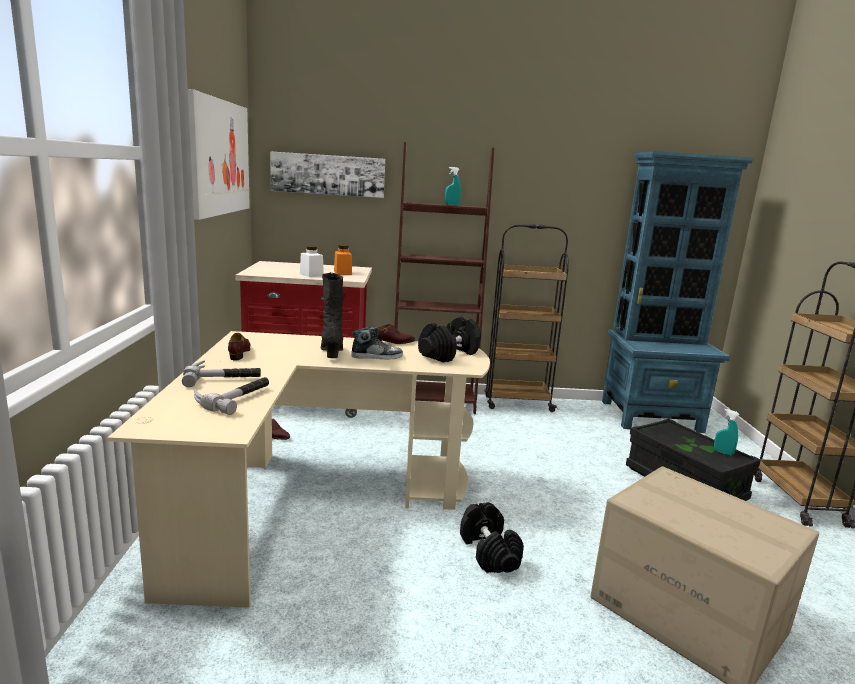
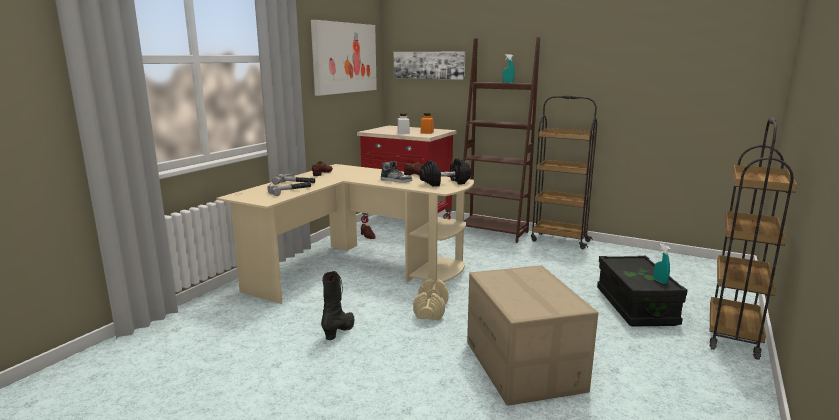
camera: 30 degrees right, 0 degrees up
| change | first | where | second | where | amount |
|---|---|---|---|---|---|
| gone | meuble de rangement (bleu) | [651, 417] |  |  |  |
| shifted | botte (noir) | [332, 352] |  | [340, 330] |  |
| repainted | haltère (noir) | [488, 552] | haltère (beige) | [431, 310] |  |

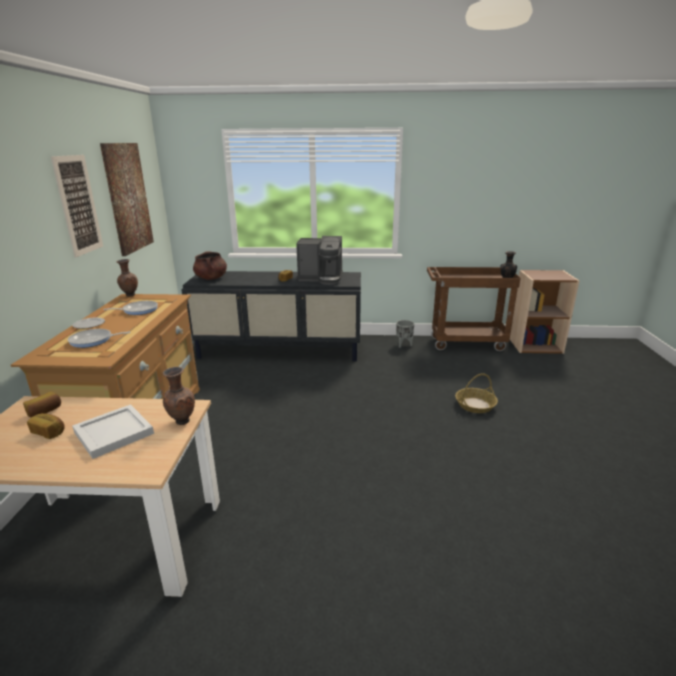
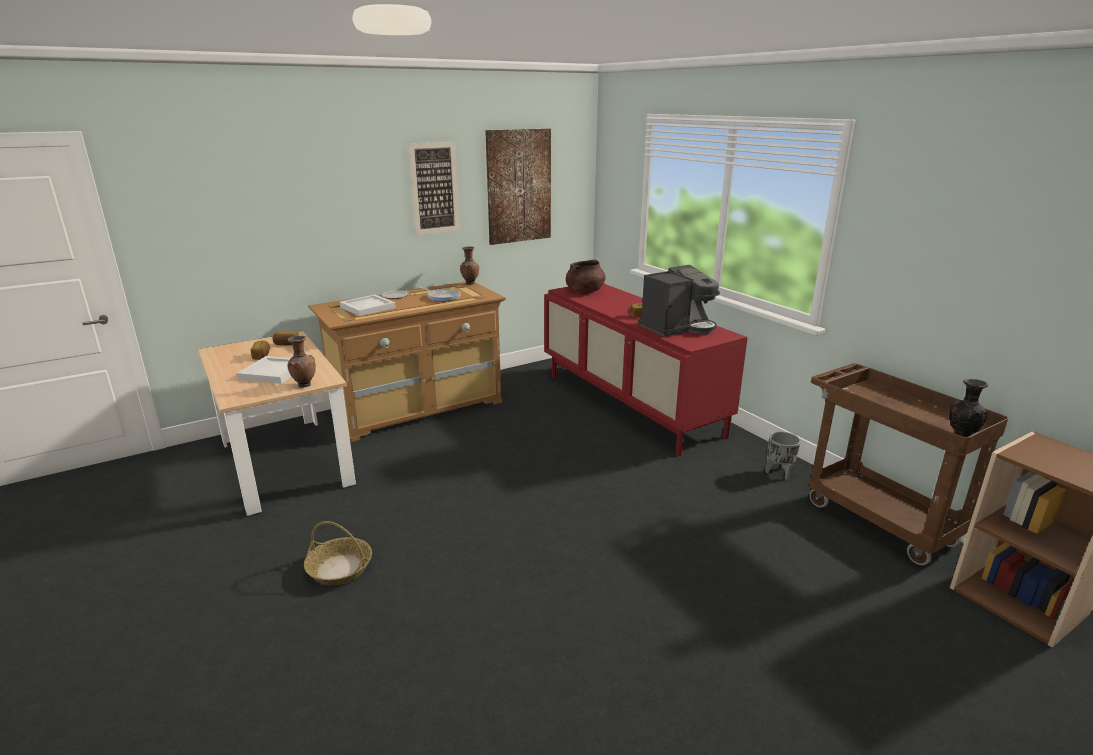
camera: 55 degrees right, 0 degrees up
| change | first | where | second | where | amount |
|---|---|---|---|---|---|
| rotated | machine à café | [321, 278] |  | [678, 327] | 90 degrees counterclockwise |
| repainted | meuble de rangement (noir) | [279, 350] | meuble de rangement (rouge) | [629, 405] |  |
| swapped | poêle | [93, 340] | plateau (blanc) | [367, 307] |  |
| shifted | panier | [475, 405] |  | [340, 568] |  |

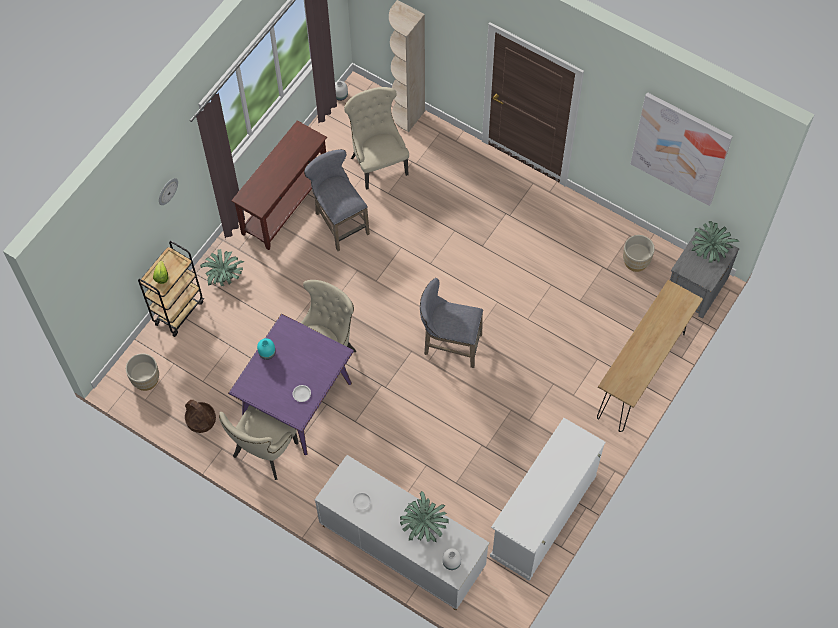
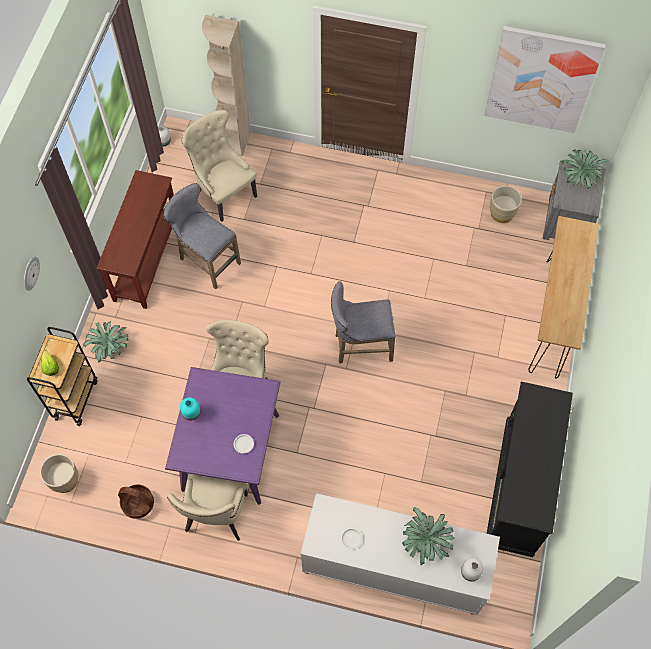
camera: 20 degrees left, 0 degrees up
| change | first | where | second | where | amount |
|---|---|---|---|---|---|
| repainted | meuble de rangement (blanc) | [543, 516] | meuble de rangement (noir) | [519, 486] |  |

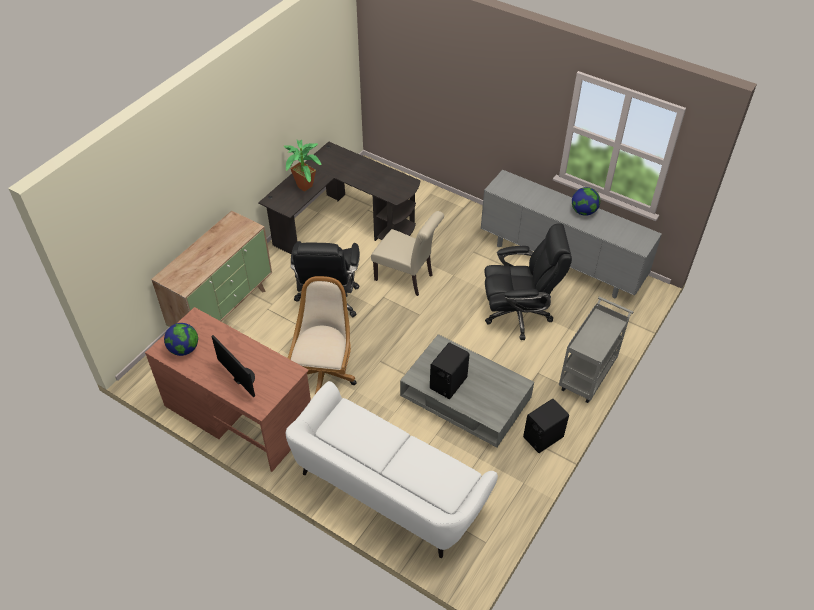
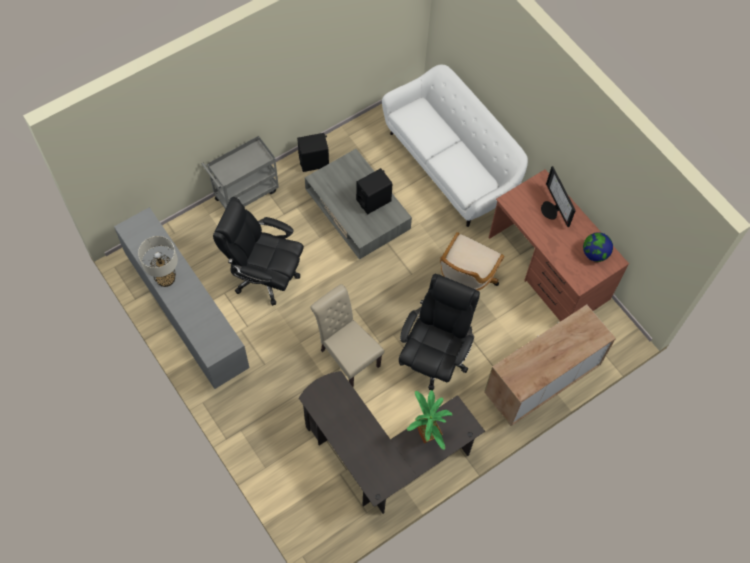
camera: 160 degrees left, 15 degrees up
| change | first | where | second | where | amount |
|---|---|---|---|---|---|
| swapped | globe | [583, 211] | lampe de table | [165, 278] |  |

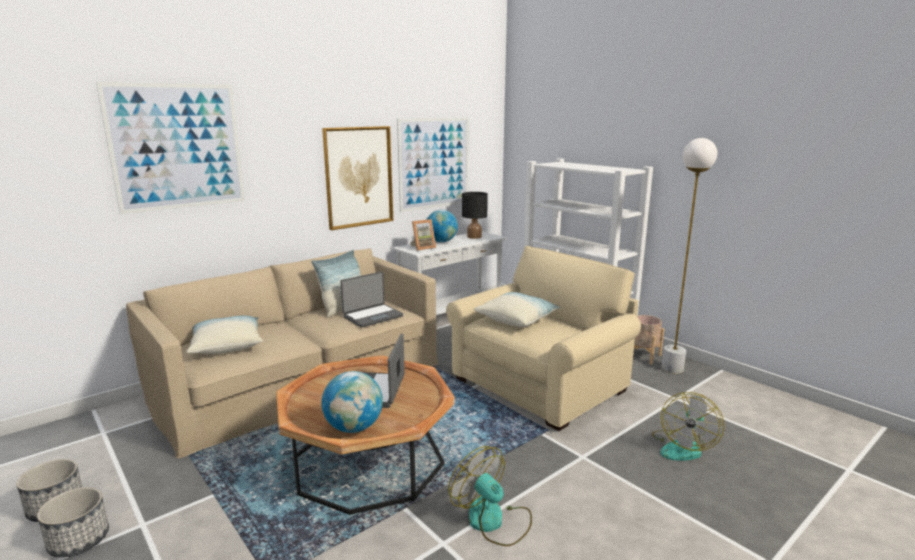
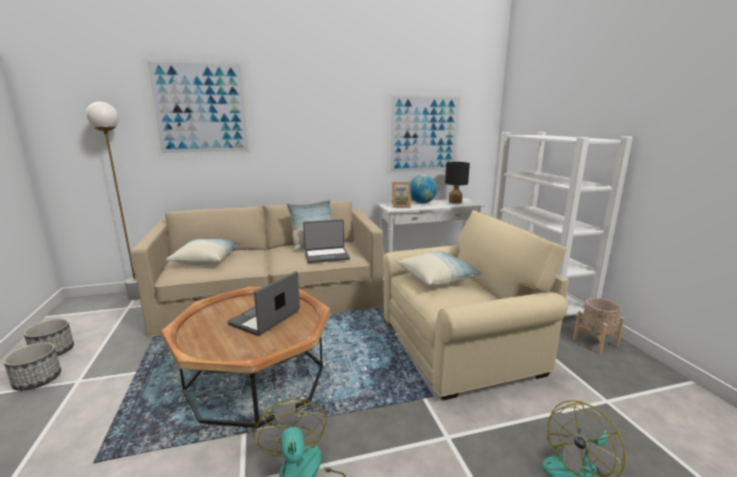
camera: 25 degrees right, 0 degrees up
| change | first | where | second | where | amount |
|---|---|---|---|---|---|
| gone | tableau | [358, 177] |  |  |  |
| shifted | lampadaire (blanc) | [672, 369] |  | [138, 296] |  |
| gone | globe | [354, 428] |  |  |  |

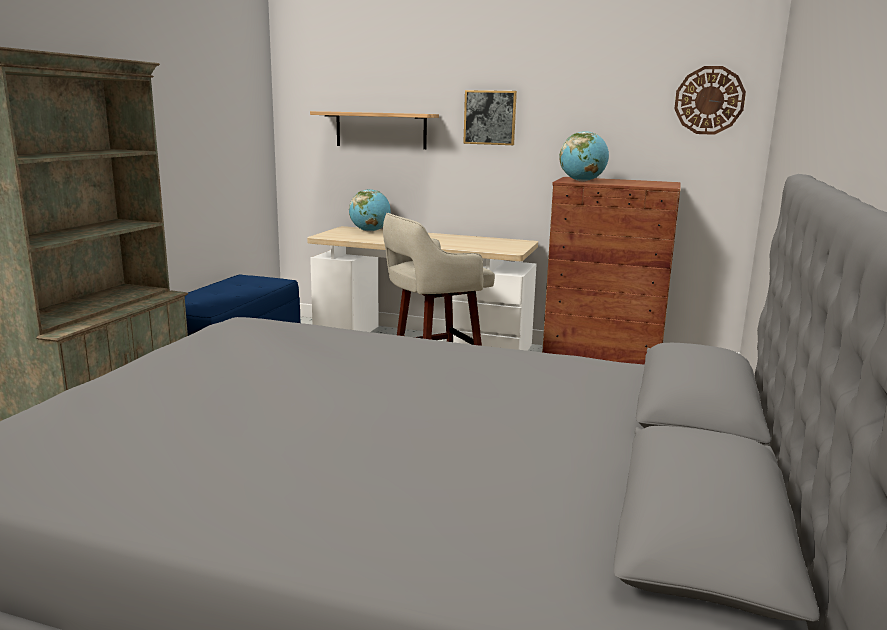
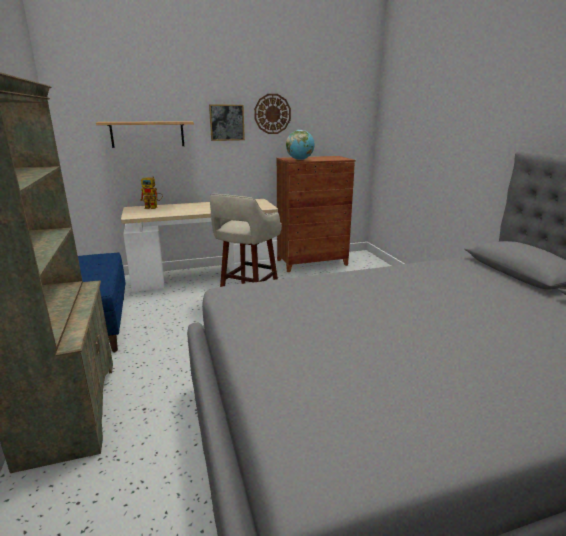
camera: 35 degrees left, 5 degrees up
| change | first | where | second | where | amount |
|---|---|---|---|---|---|
| shifted | horloge murale | [709, 100] |  | [272, 114] |  |
| swapped | globe | [370, 231] | robot jouet | [154, 207] |  |

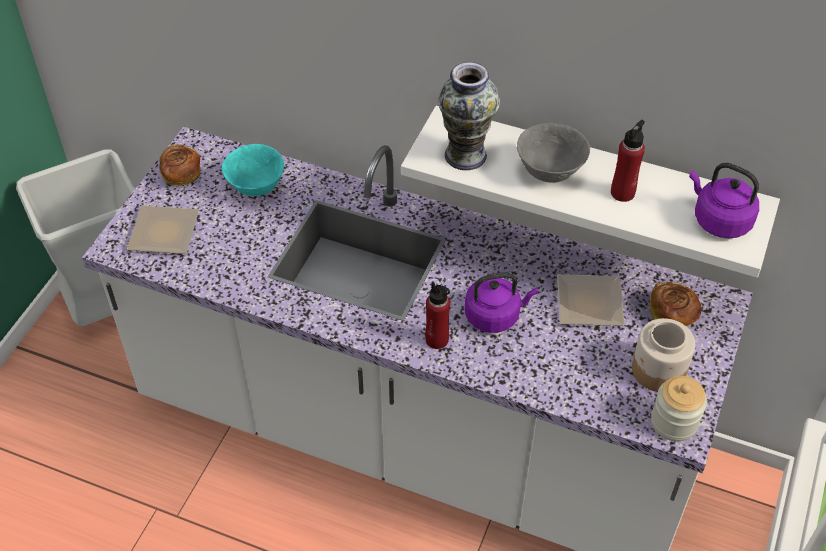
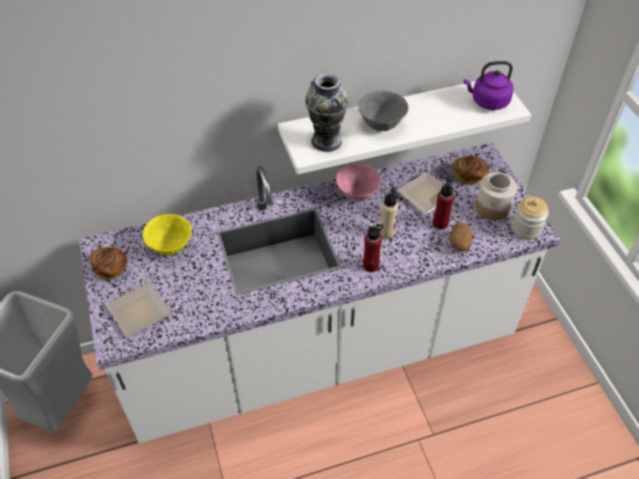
camera: 40 degrees left, 0 degrees up
| change | first | where | second | where | amount |
|---|---|---|---|---|---|
| shifted | bouteille (rouge) | [622, 193] |  | [440, 223] |  |
| repainted | bol (turquoise) | [256, 188] | bol (jaune) | [171, 247] |  |
| swapped | bouilloire (violet) | [495, 316] | bouteille (beige) | [386, 232] |  |
| new |  |  | bol (rose) | [357, 195] |  |
| new |  |  | pomme de terre | [459, 244] |  |

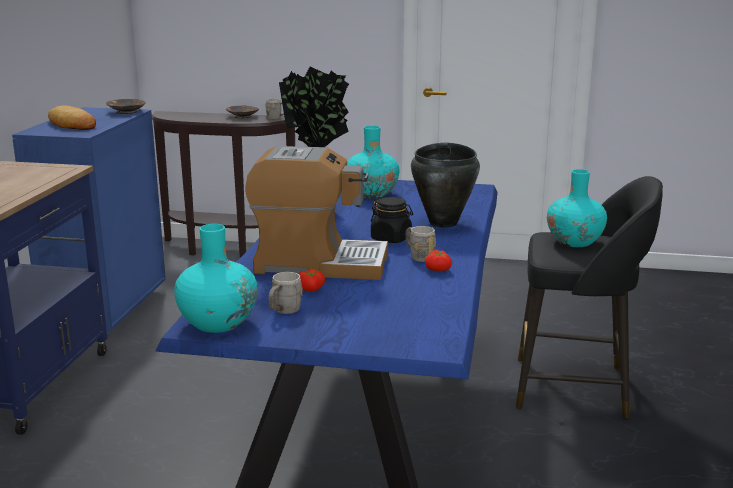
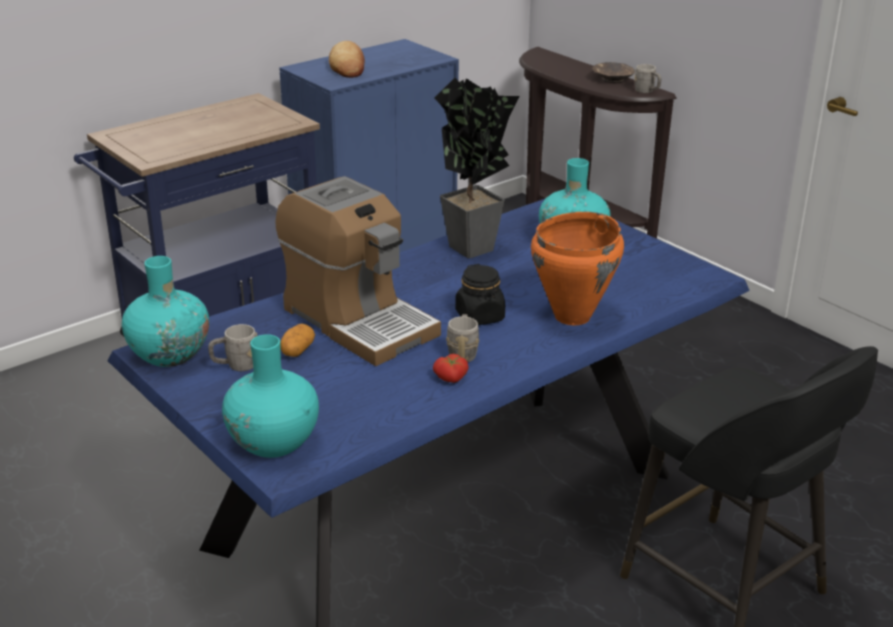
camera: 40 degrees right, 10 degrees up
| change | first | where | second | where | amount |
|---|---|---|---|---|---|
| gone | bol (marron) | [126, 112] |  |  |  |
| repainted | marmite (noir) | [444, 223] | marmite (orange) | [573, 316] |  |
| shifted | vase (turquoise) | [574, 242] |  | [273, 442] |  |
| swapped | tomate | [310, 290] | pomme de terre | [297, 350] |  |

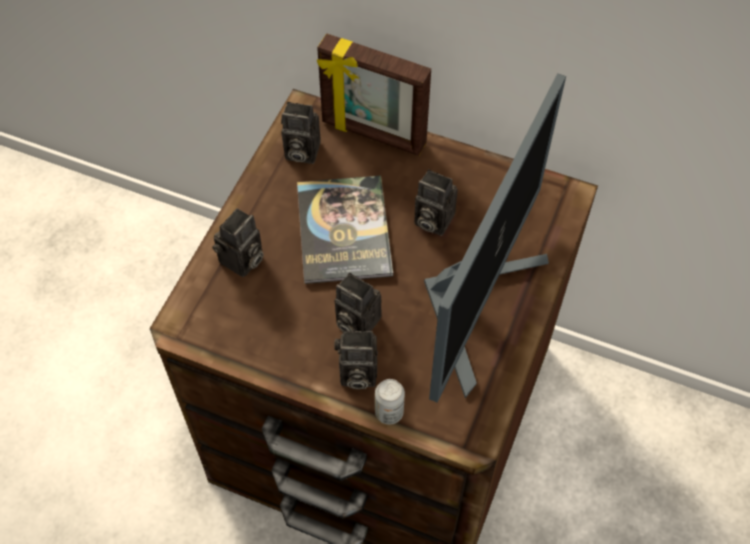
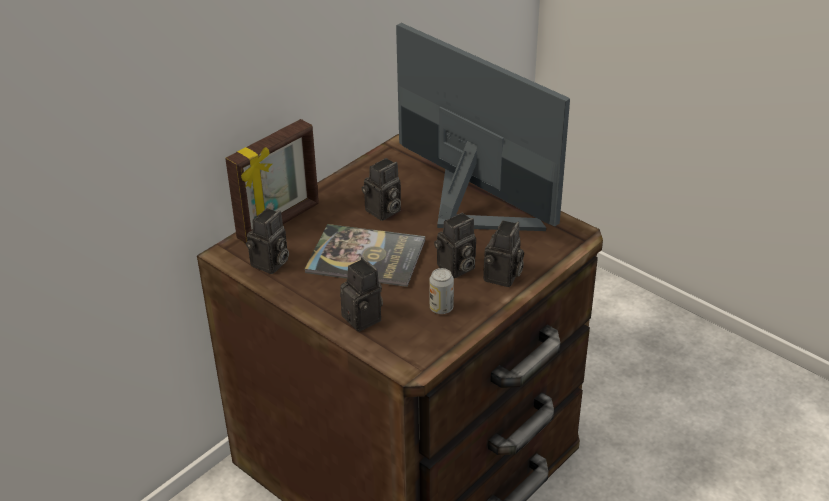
camera: 70 degrees left, 20 degrees down
| change | first | where | second | where | amount |
|---|---|---|---|---|---|
| shifted | boîte métallique | [389, 412] |  | [441, 308] |  |

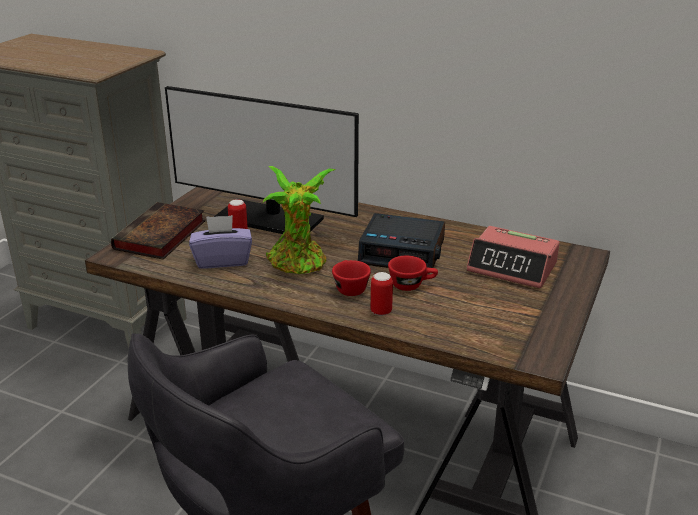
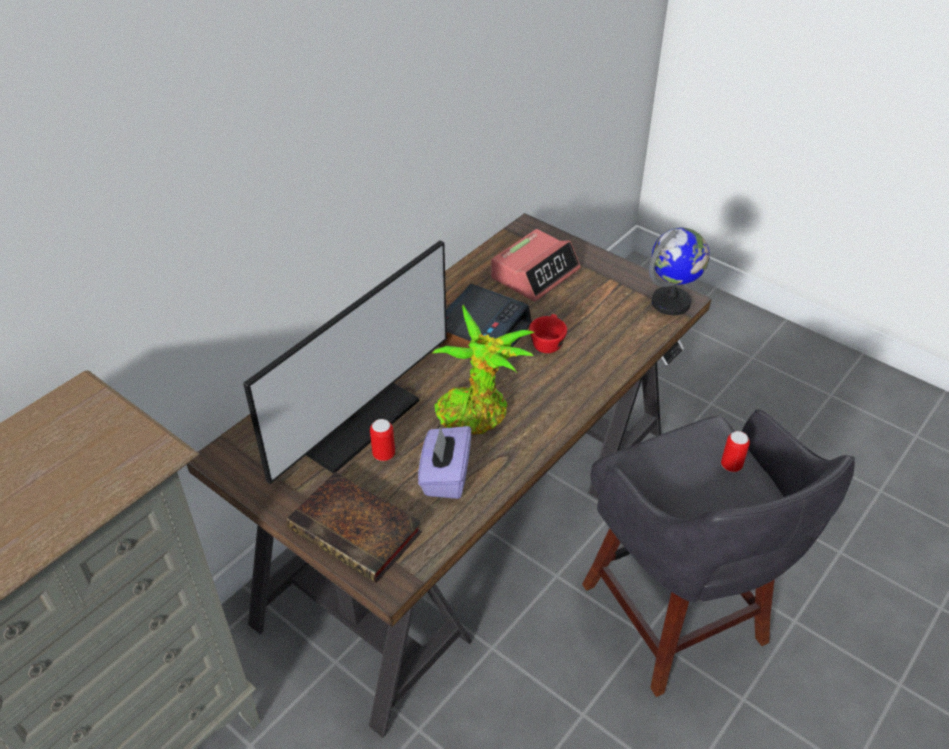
camera: 75 degrees left, 15 degrees up
| change | first | where | second | where | amount |
|---|---|---|---|---|---|
| gone | tasse (rouge) | [349, 287] |  |  |  |
| shifted | boîte métallique | [381, 311] |  | [731, 465] |  |
| new |  |  | globe | [671, 303] |  |

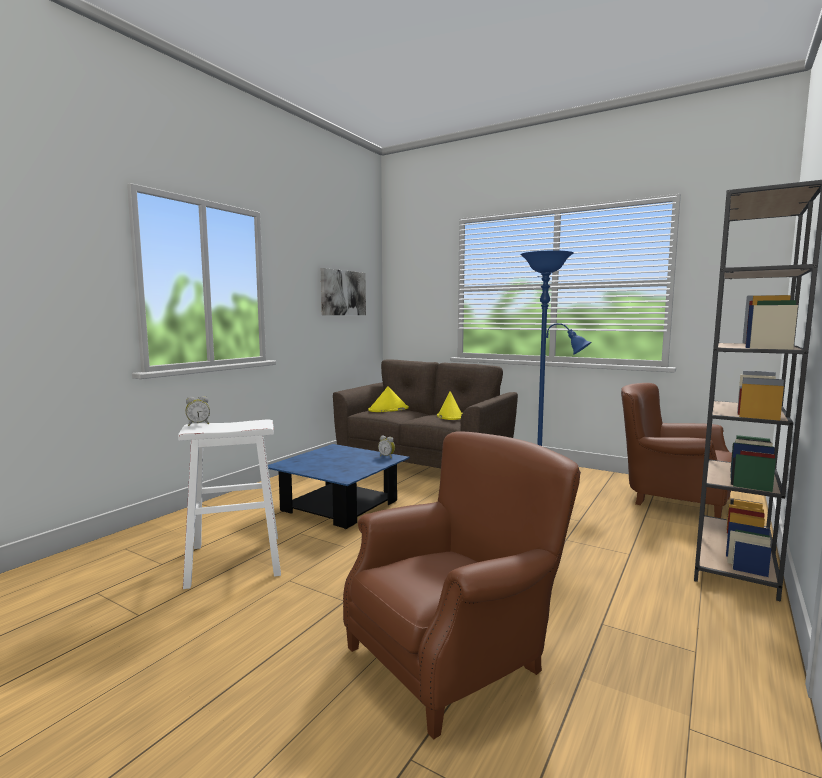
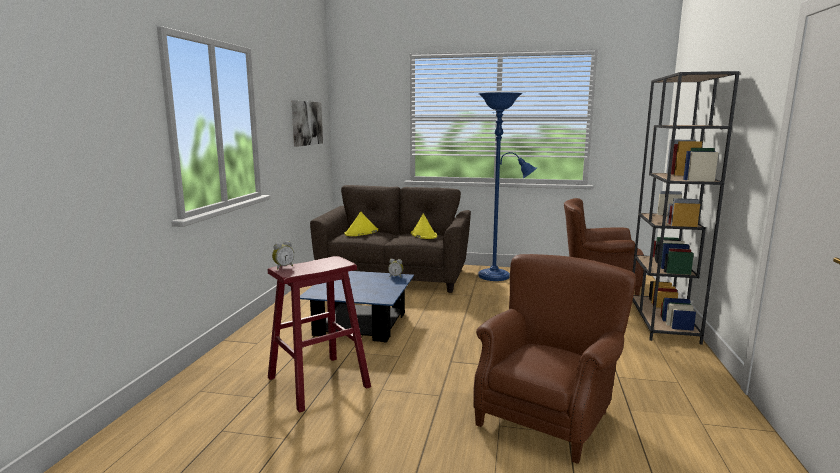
camera: 20 degrees left, 5 degrees up
| change | first | where | second | where | amount |
|---|---|---|---|---|---|
| repainted | tabouret (blanc) | [235, 560] | tabouret (rouge) | [318, 382] |  |

